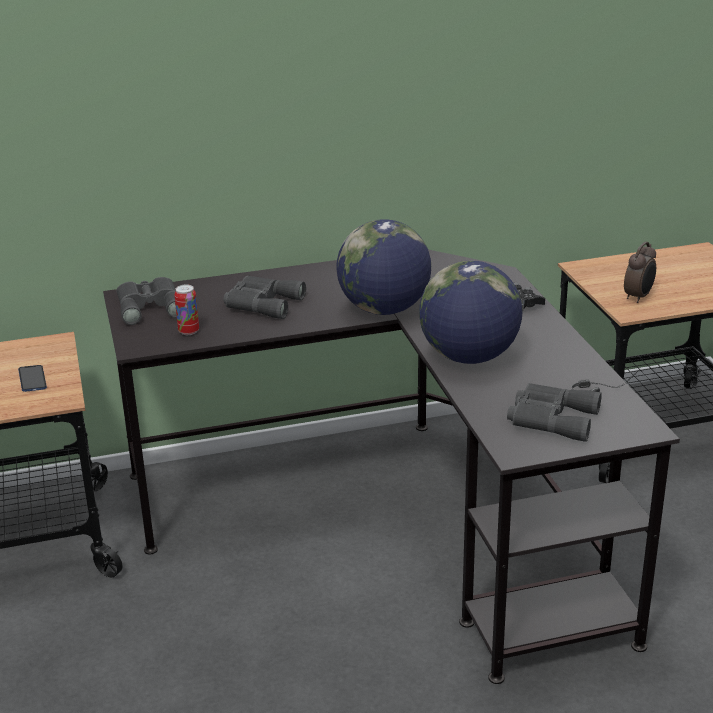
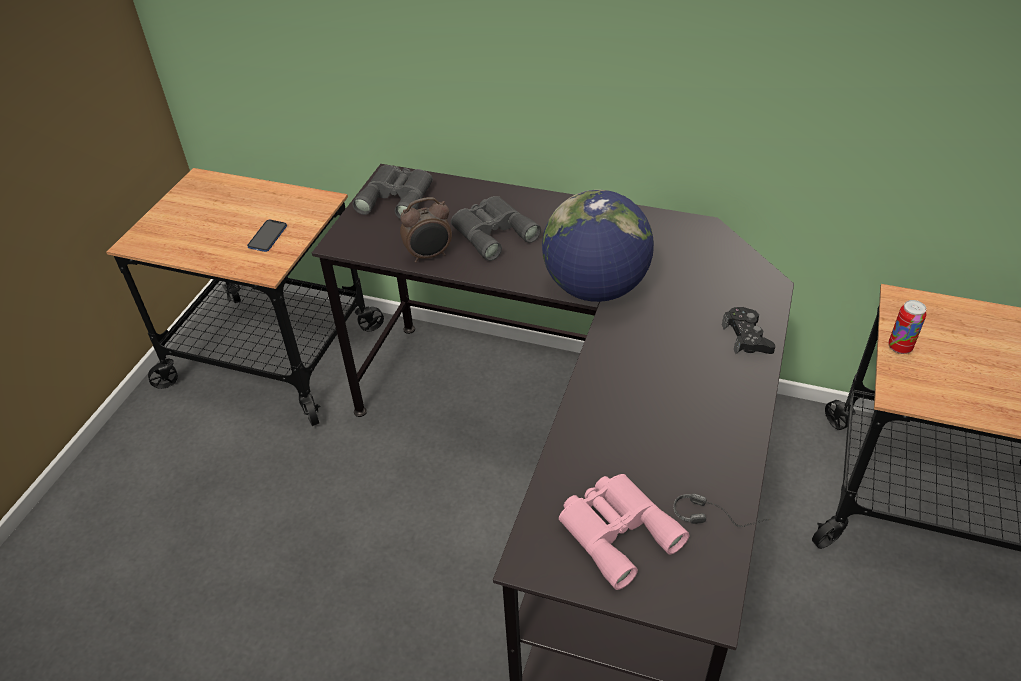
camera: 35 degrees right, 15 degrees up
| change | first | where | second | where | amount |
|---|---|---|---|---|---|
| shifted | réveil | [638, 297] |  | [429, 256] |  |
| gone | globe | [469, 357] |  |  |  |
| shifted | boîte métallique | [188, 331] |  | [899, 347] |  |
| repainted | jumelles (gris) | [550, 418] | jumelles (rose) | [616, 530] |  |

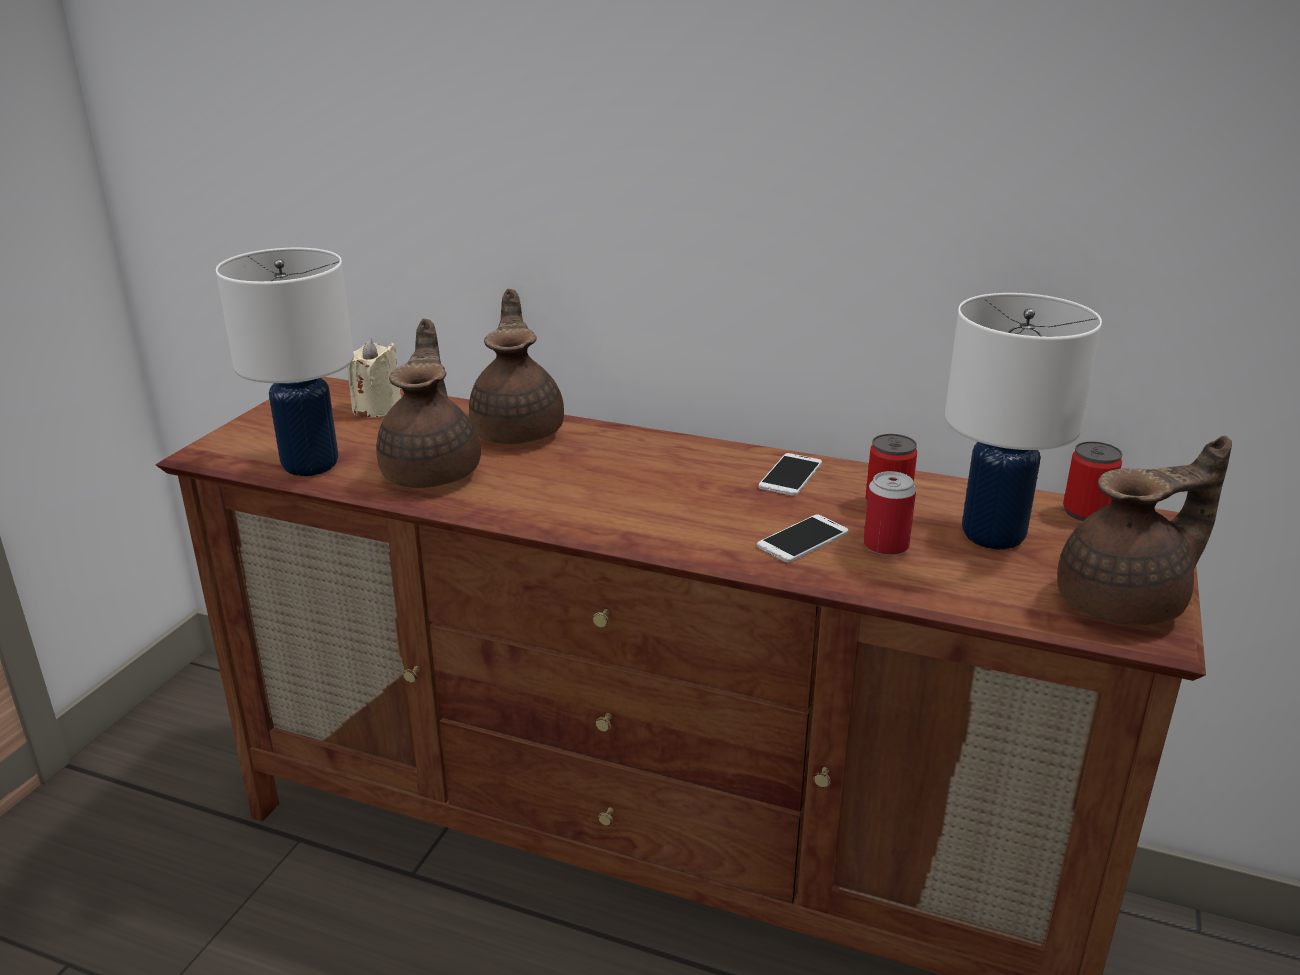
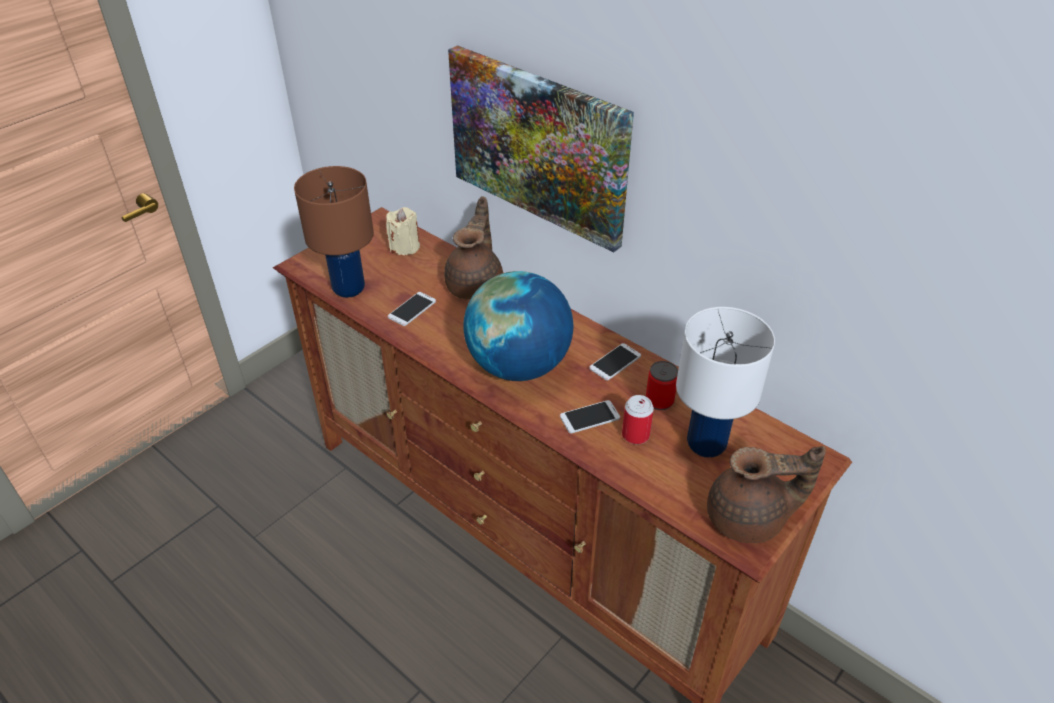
camera: 20 degrees right, 15 degrees up
| change | first | where | second | where | amount |
|---|---|---|---|---|---|
| repainted | lampe de table (blanc) | [313, 467] | lampe de table (marron) | [350, 290] |  |
| swapped | théière (marron) | [433, 471] | téléphone | [412, 309] |  |
| gone | boîte métallique | [1086, 512] |  |  |  |
| new |  |  | tableau | [539, 145] |  |
| new |  |  | globe | [518, 366] |  |

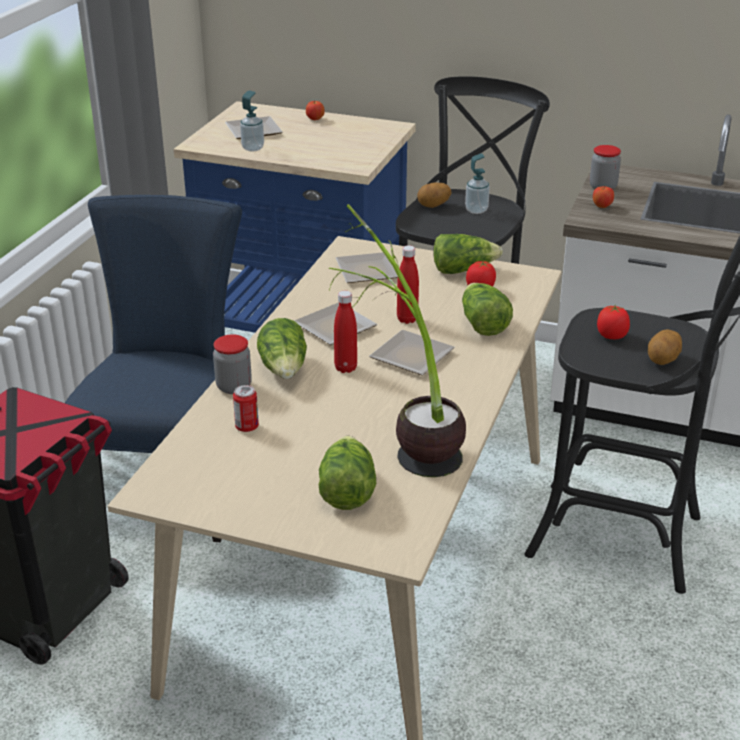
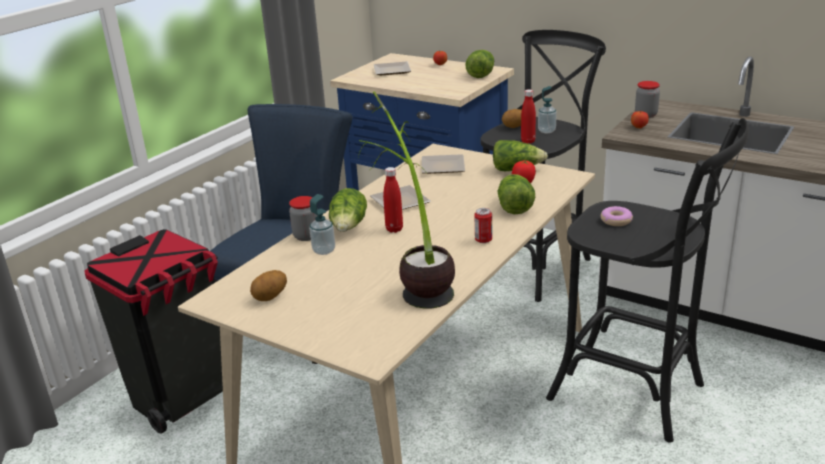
camera: 15 degrees right, 5 degrees down
| change | first | where | second | where | amount |
|---|---|---|---|---|---|
| shifted | distributeur de savon | [253, 148] |  | [324, 250] |  |
| shifted | bouteille (rouge) | [407, 319] |  | [528, 141] |  |
| swapped | tomate | [611, 336] | beignet | [616, 221] |  |
| gone | assiette | [412, 358] |  |  |  |
| shifted | pomme de terre | [663, 360] |  | [271, 297] |  |
| shifted | boîte métallique | [247, 427] |  | [483, 240] |  |
| shifted | laitue | [346, 490] |  | [480, 74] |  |

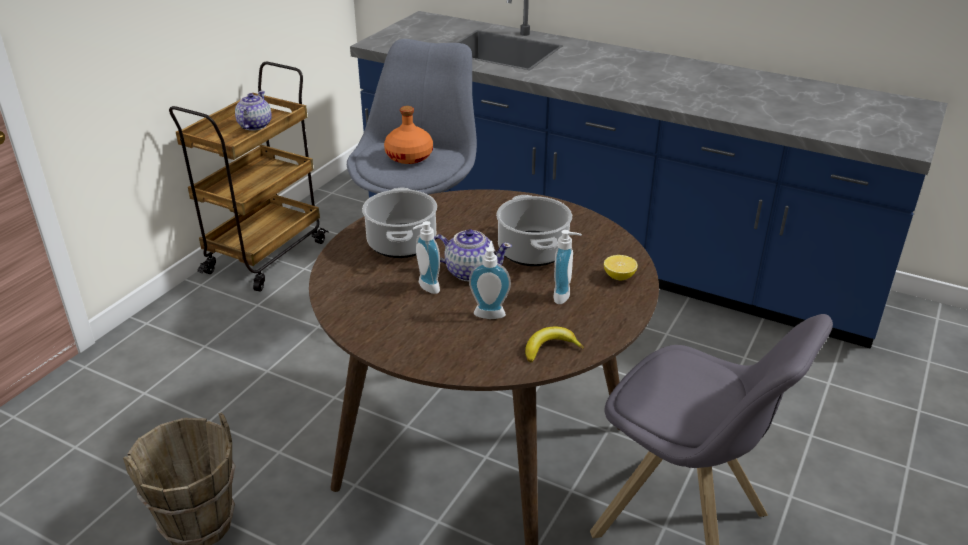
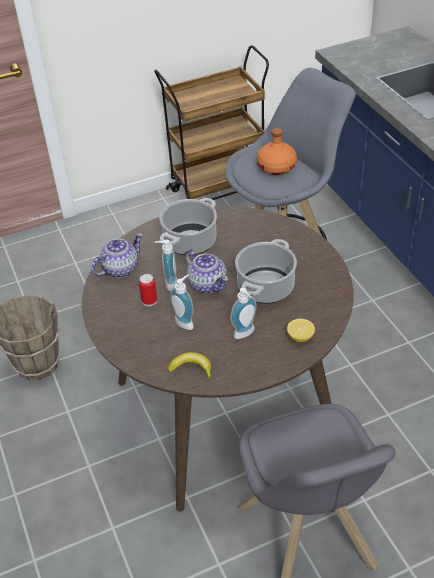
camera: 40 degrees right, 10 degrees up
| change | first | where | second | where | amount |
|---|---|---|---|---|---|
| shifted | théière | [254, 126] |  | [119, 269] |  |
| new |  |  | boîte métallique | [149, 301] |  |

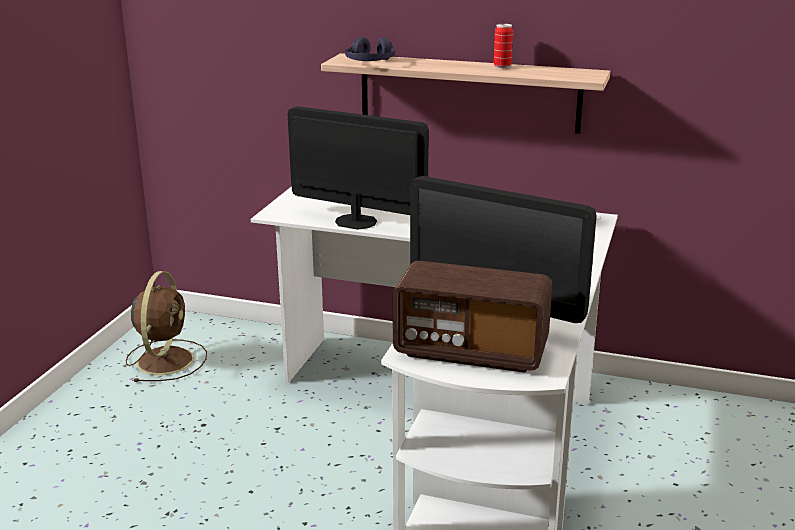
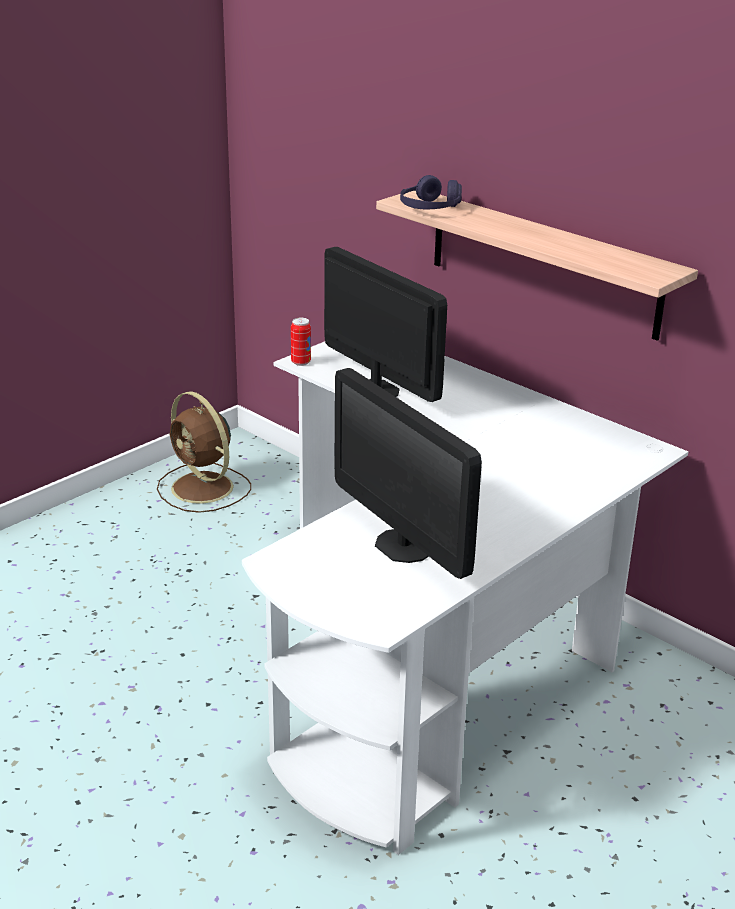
camera: 25 degrees right, 5 degrees up
| change | first | where | second | where | amount |
|---|---|---|---|---|---|
| shifted | boîte métallique | [502, 66] |  | [301, 362] |  |
| gone | radio | [471, 351] |  |  |  |
| rotated | ventilateur (marron) | [166, 359] |  | [204, 489] | 105 degrees clockwise |

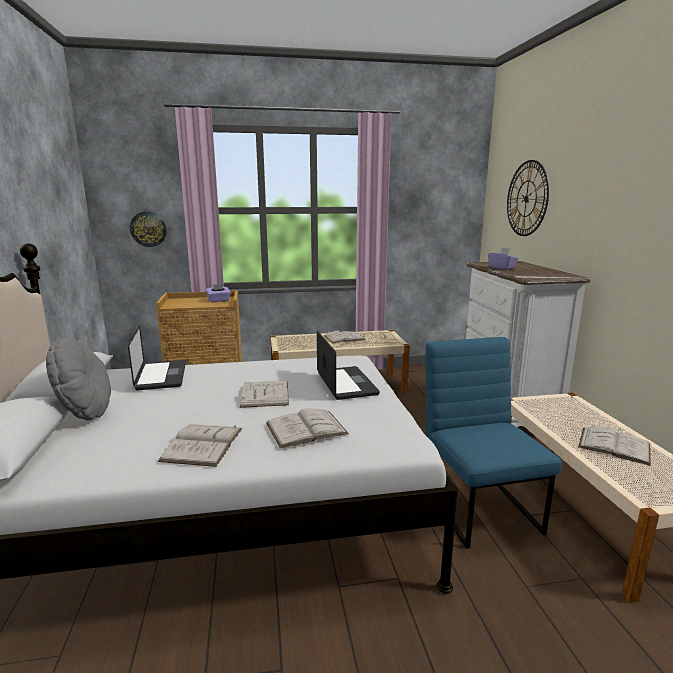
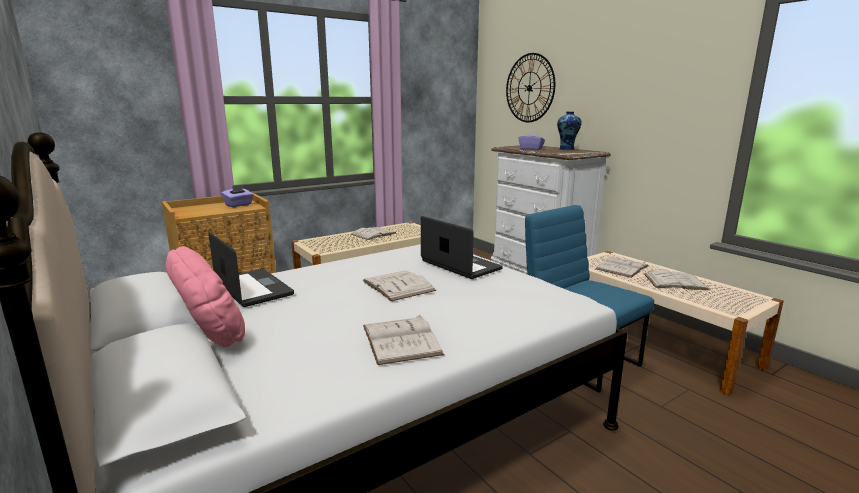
camera: 25 degrees left, 0 degrees up
| change | first | where | second | where | amount |
|---|---|---|---|---|---|
| gone | horloge murale | [148, 229] |  |  |  |
| repainted | coussin (gris) | [86, 413] | coussin (rose) | [212, 341] |  |
| shifted | livre (blanc) | [306, 428] |  | [622, 267] |  |
| new |  |  | vase | [567, 149] |  |

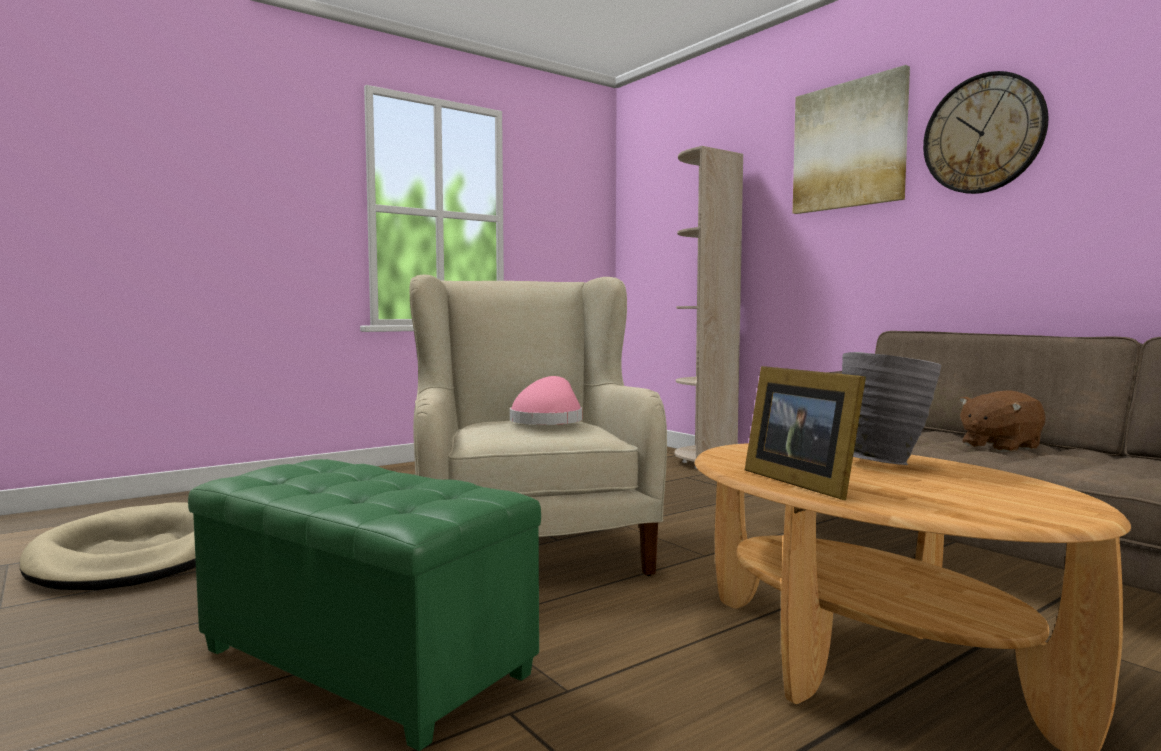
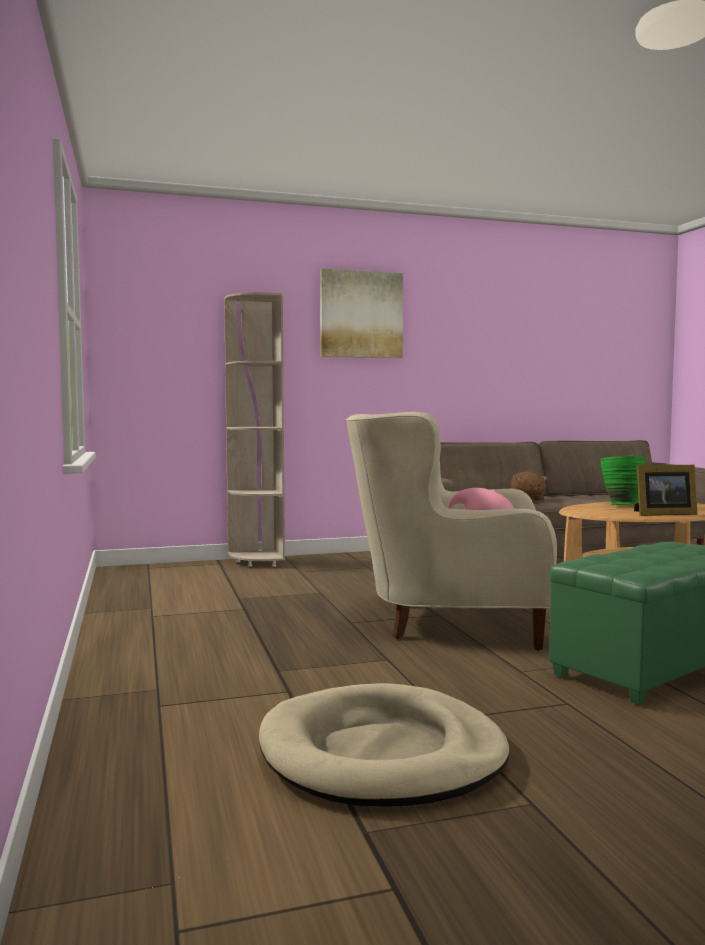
camera: 70 degrees left, 0 degrees up
| change | first | where | second | where | amount |
|---|---|---|---|---|---|
| gone | horloge murale | [983, 134] |  |  |  |
| repainted | vase (gris) | [886, 463] | vase (vert) | [620, 505] |  |

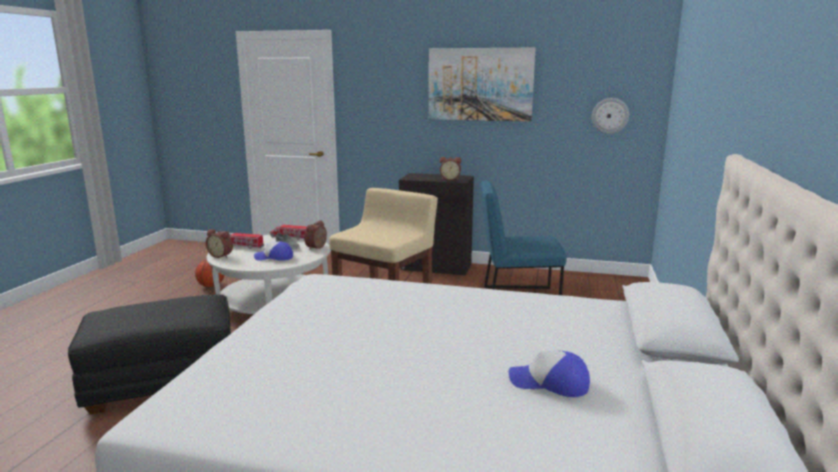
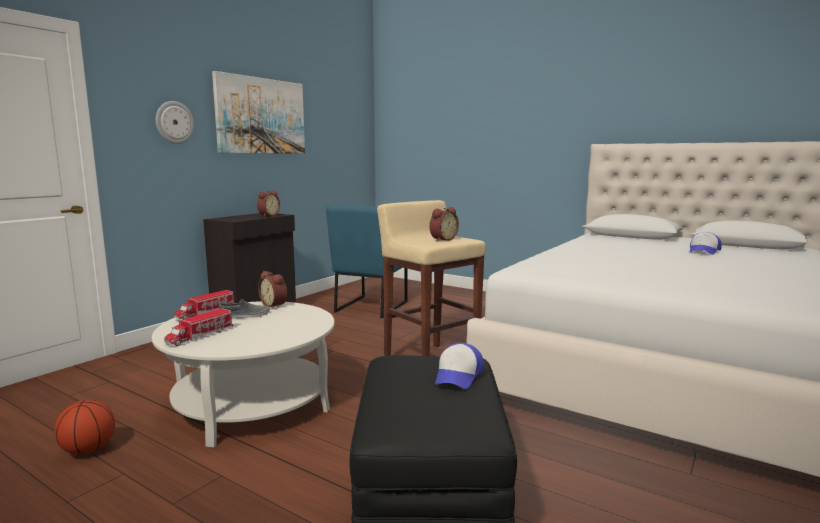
camera: 70 degrees left, 5 degrees down
| change | first | where | second | where | amount |
|---|---|---|---|---|---|
| shifted | horloge murale | [610, 116] |  | [174, 122] |  |
| shifted | réveil | [221, 255] |  | [442, 239] |  |
| shifted | casquette | [274, 257] |  | [458, 376] |  |

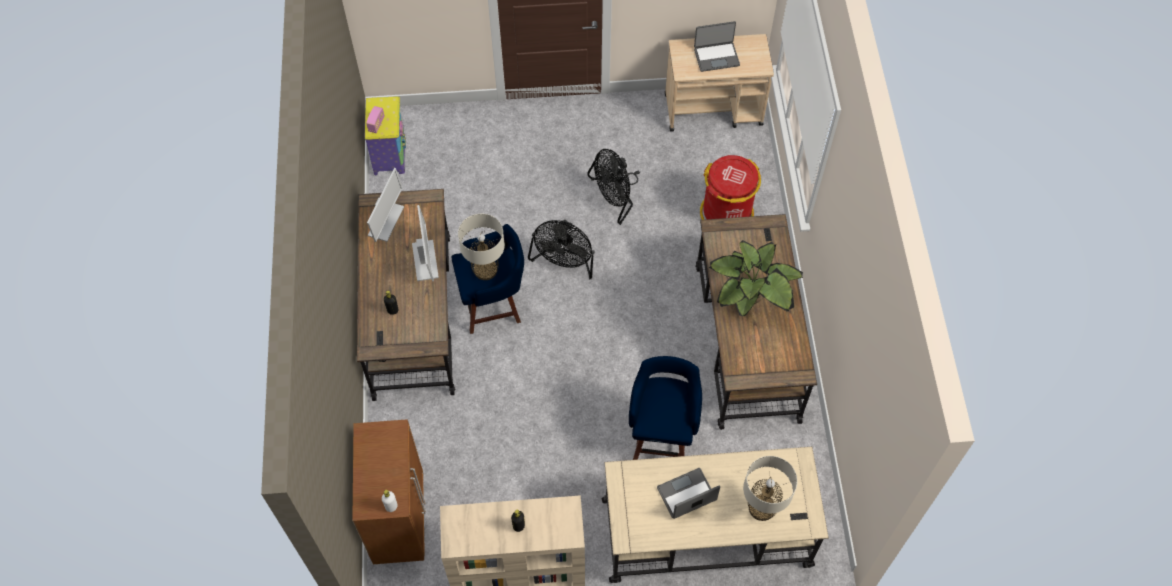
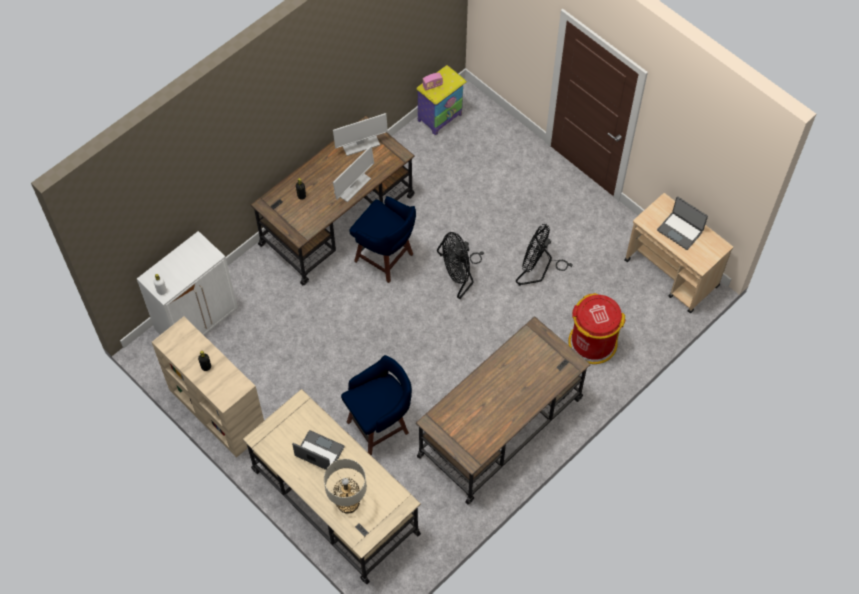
camera: 50 degrees right, 0 degrees up
| change | first | where | second | where | amount |
|---|---|---|---|---|---|
| gone | lampe de table | [485, 270] |  |  |  |
| gone | plante en pot | [751, 301] |  |  |  |
| repainted | meuble de rangement (marron) | [398, 515] | meuble de rangement (blanc) | [196, 318] |  |

